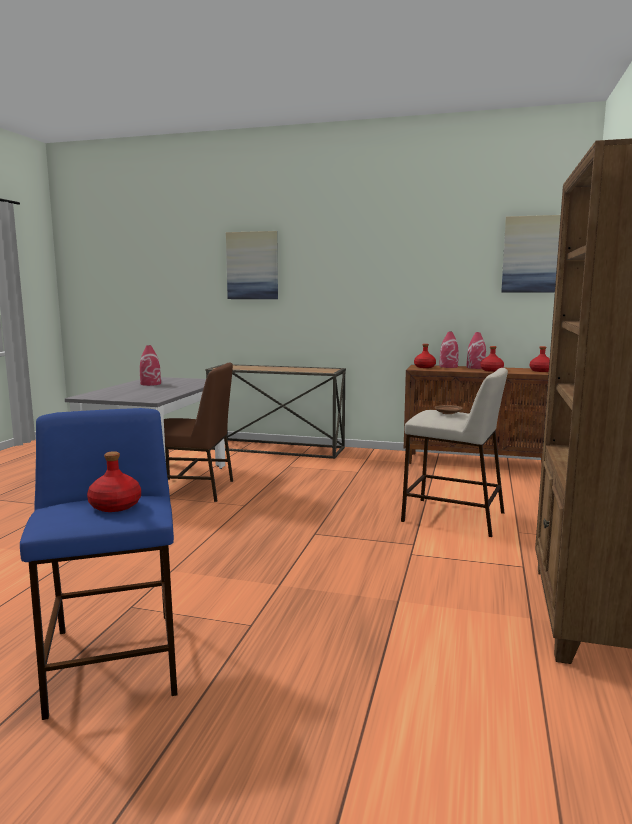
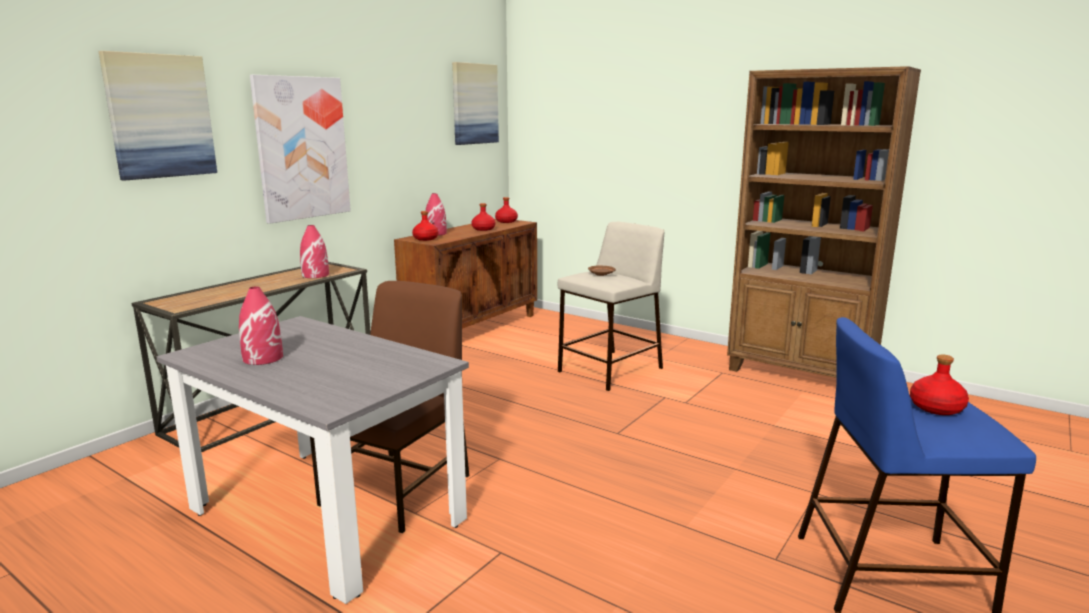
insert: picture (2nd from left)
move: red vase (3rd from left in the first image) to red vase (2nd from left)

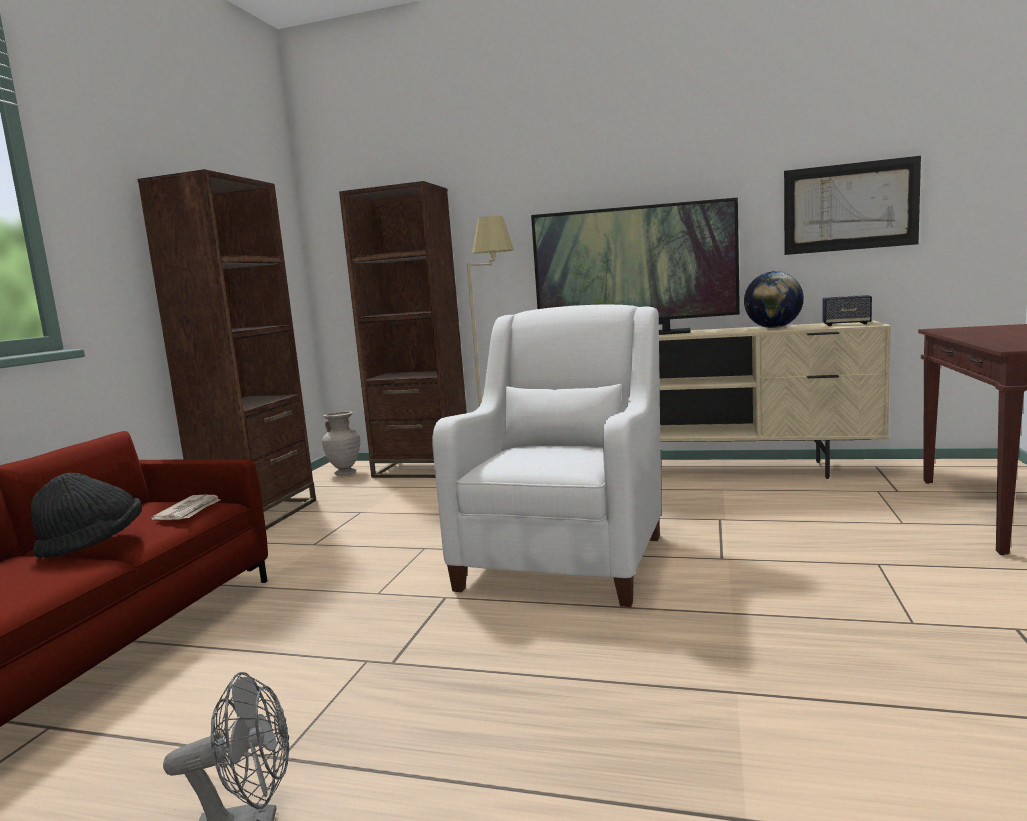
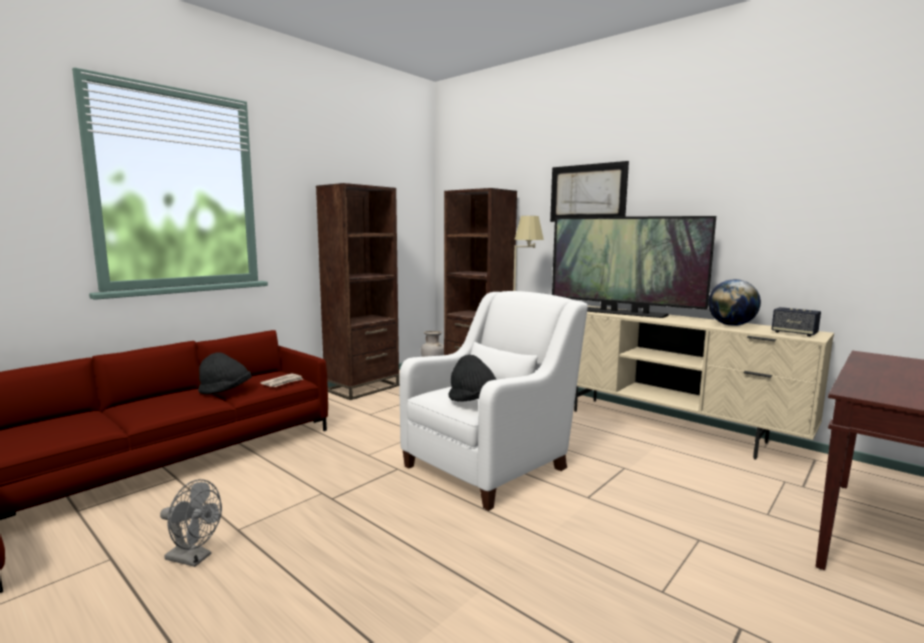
insert: black hat (2nd from left)
move: picture

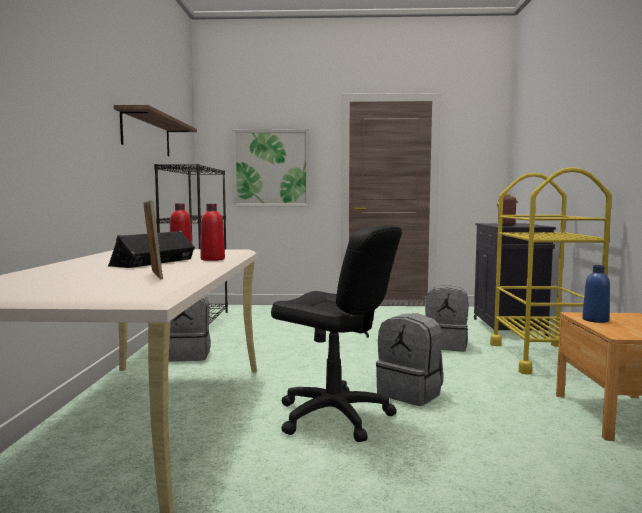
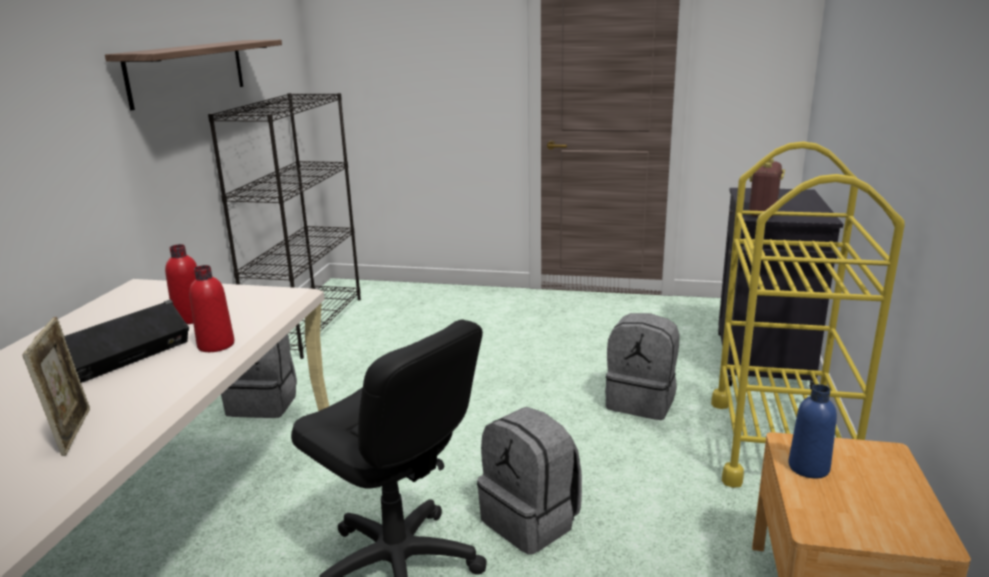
delete: picture

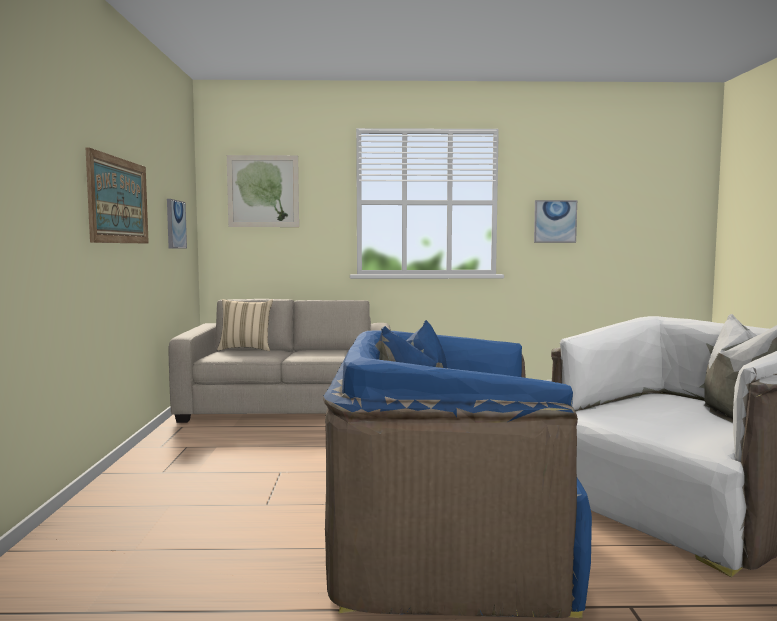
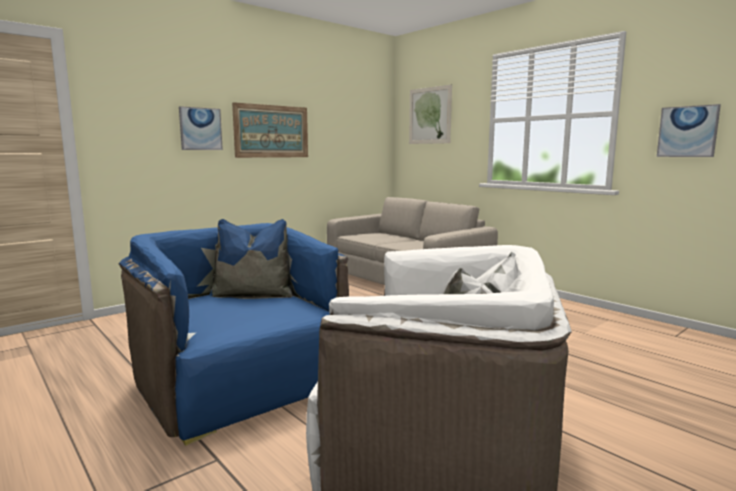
delete: beige pillow
move: picture (2nd from left in the first image) to picture (1st from left)

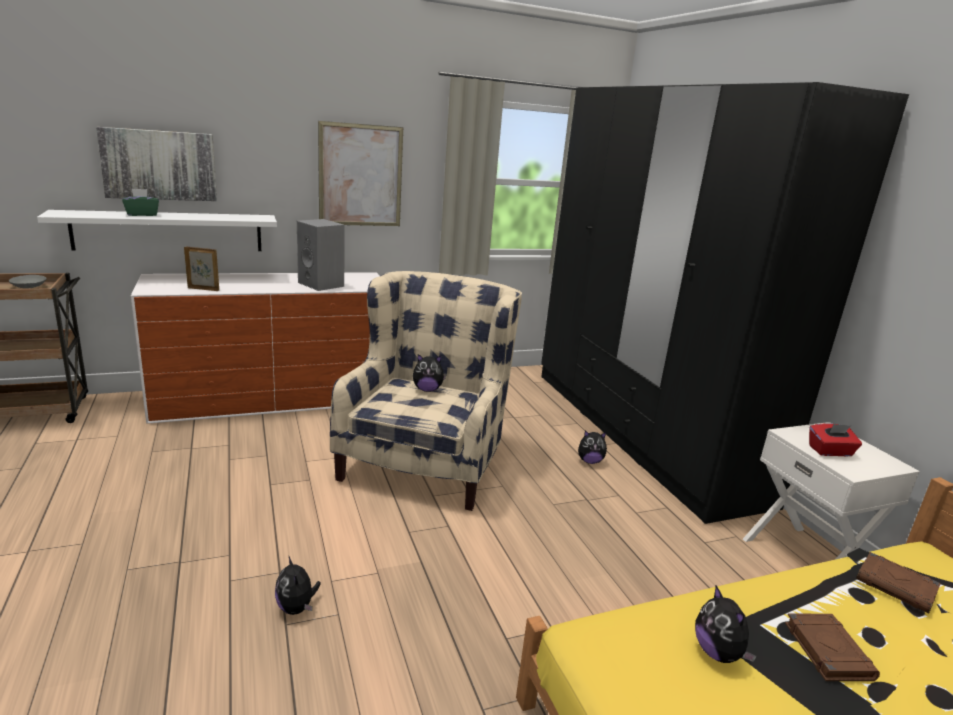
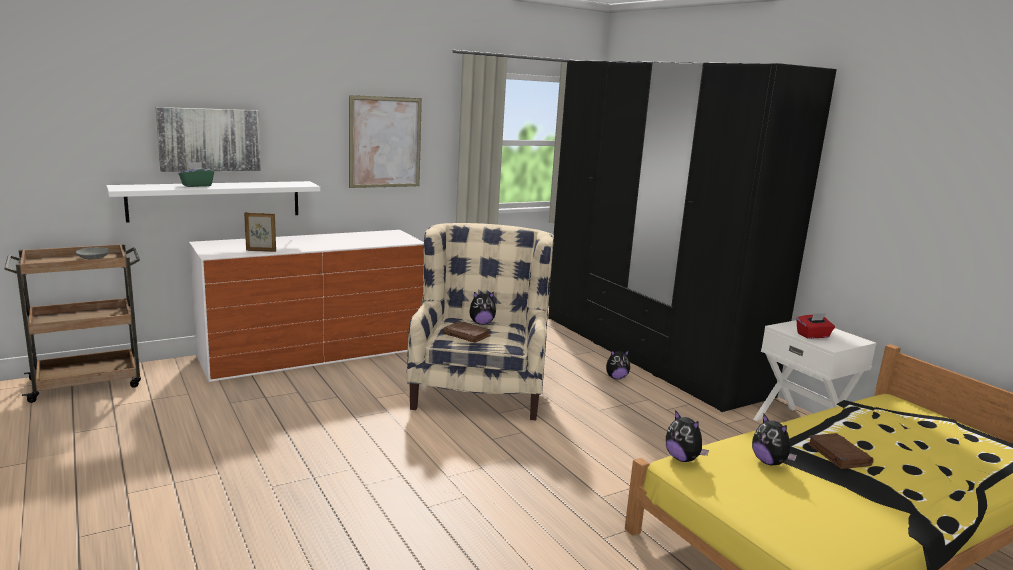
delete: grey speaker
move: plush toy (1st from left in the first image) to plush toy (3rd from left); brown book (2nd from left in the first image) to brown book (1st from left)

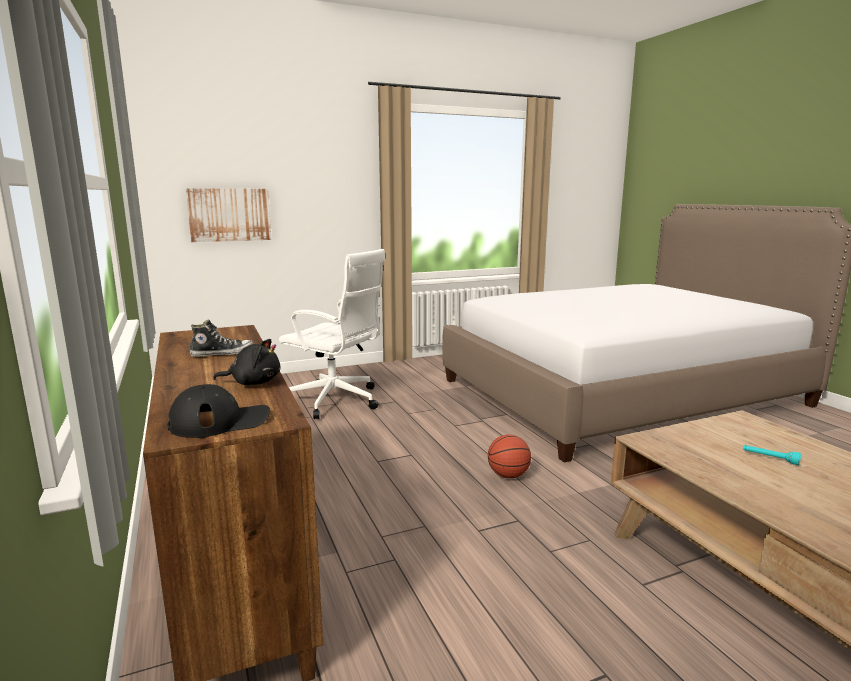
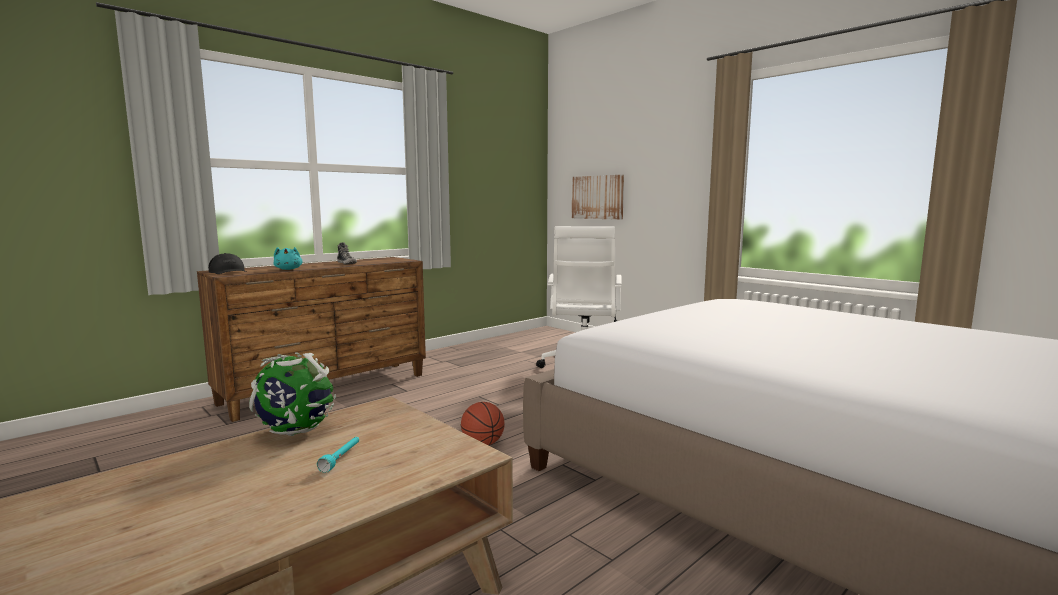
insert: globe
recolor: black plush toy to turquoise plush toy

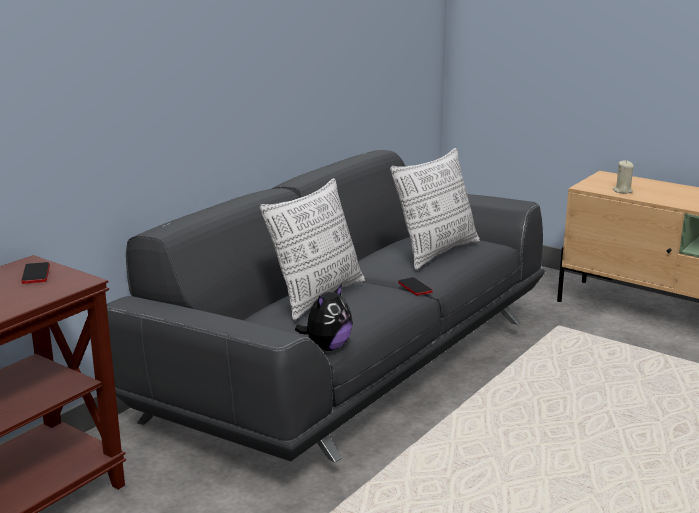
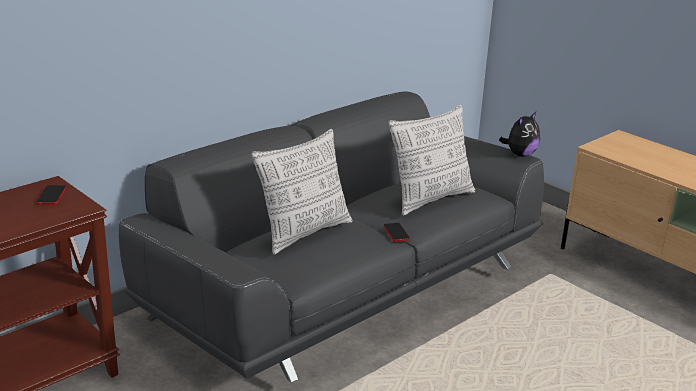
delete: beige candle
move: plush toy

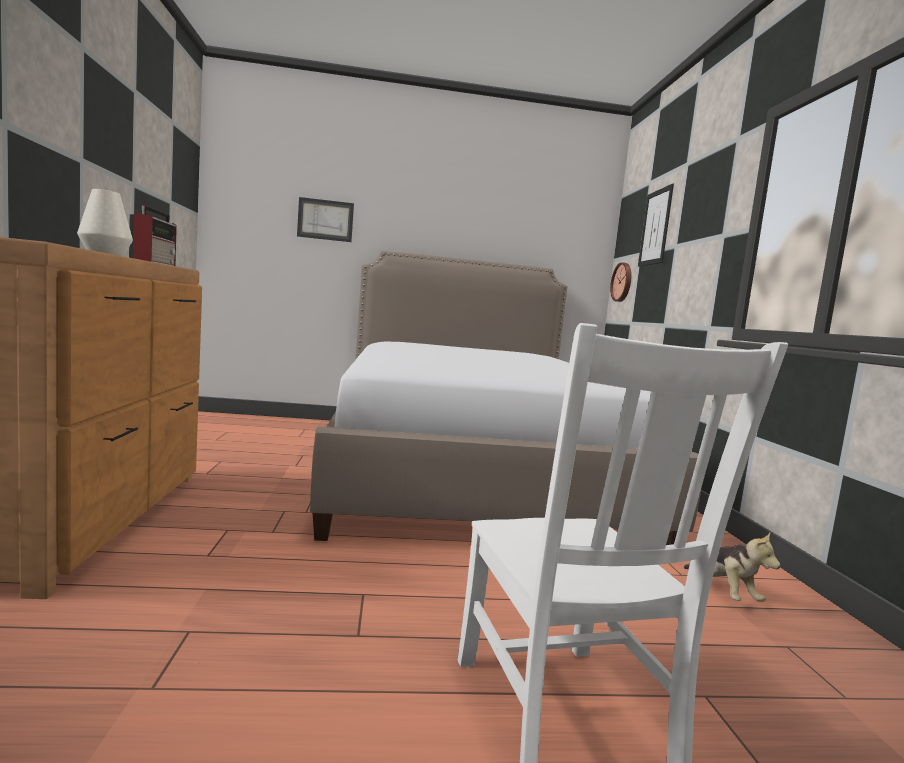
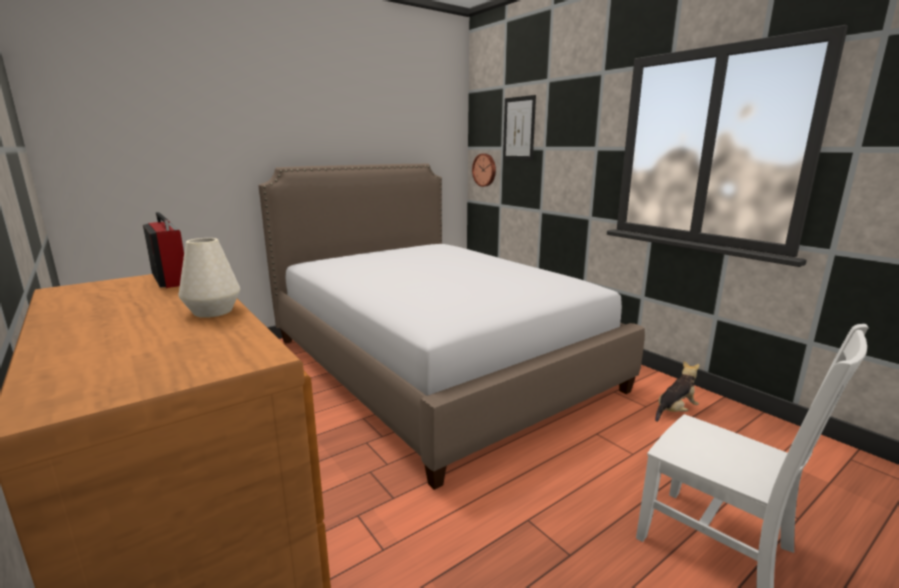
delete: picture (1st from left)
rotate: plush toy 75 degrees counterclockwise

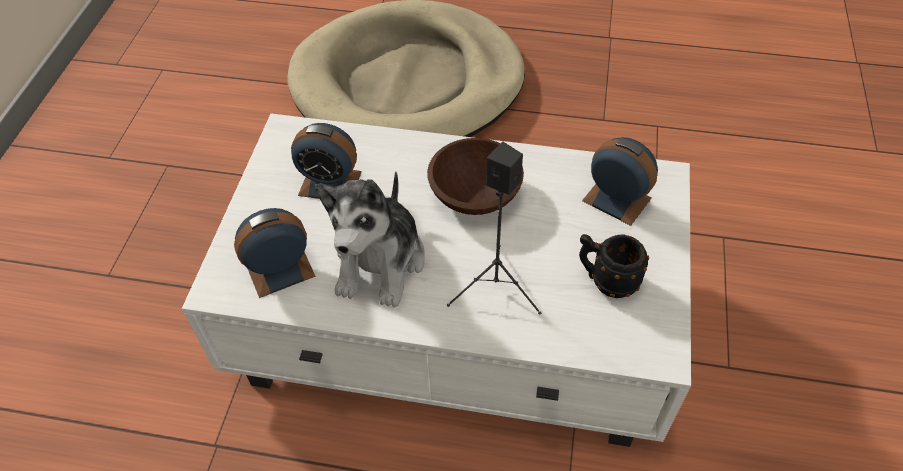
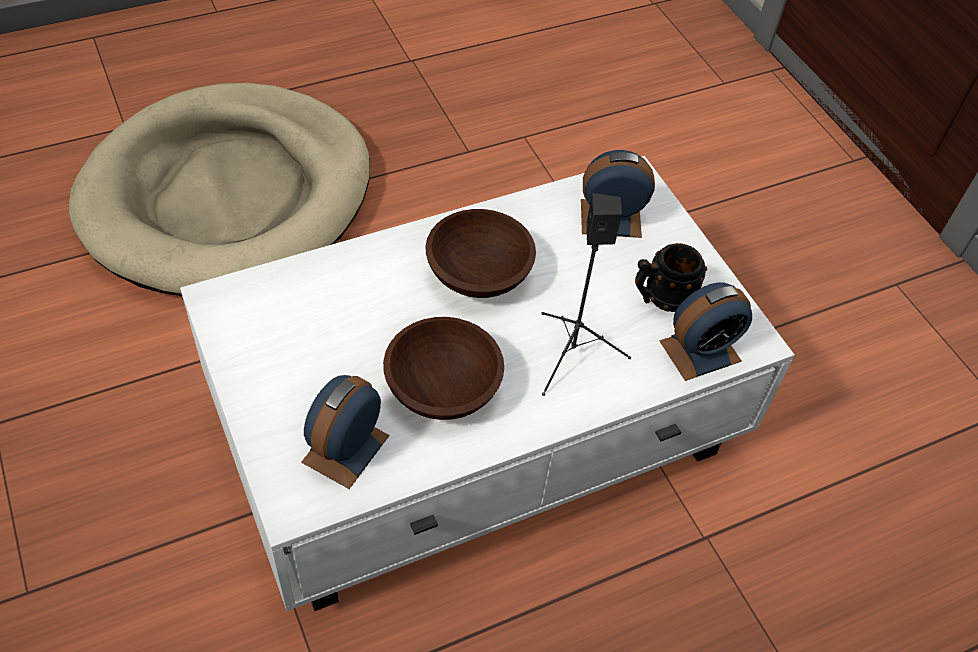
move: alarm clock (2nd from left in the first image) to alarm clock (3rd from left)
replace: plush toy to brown bowl (1st from left)

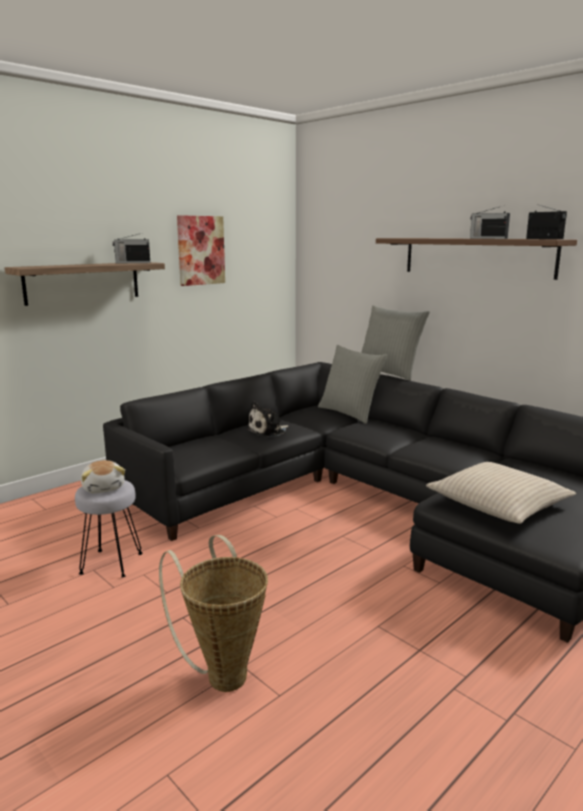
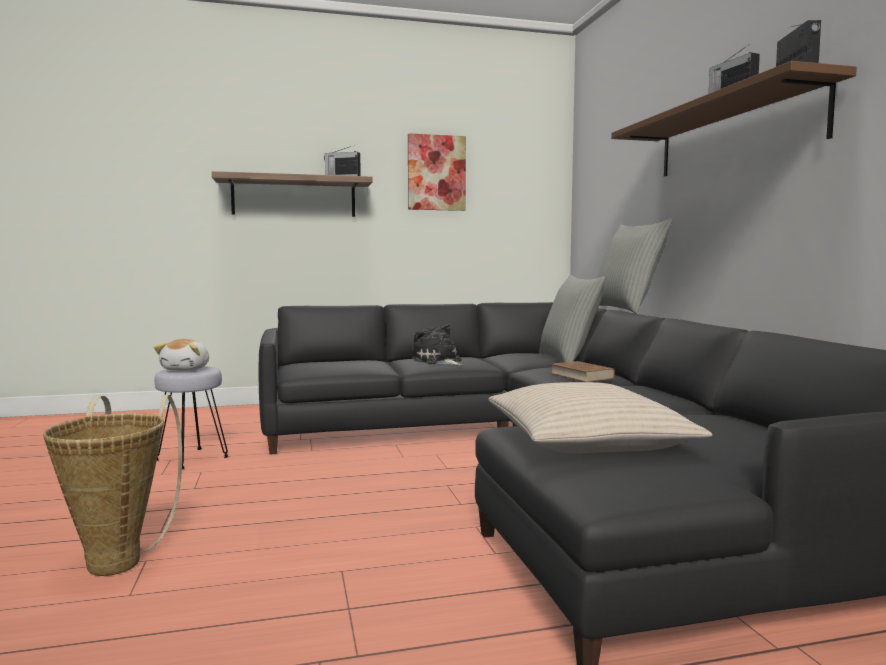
insert: brown book
rotate: plush toy (2nd from left) 60 degrees clockwise

